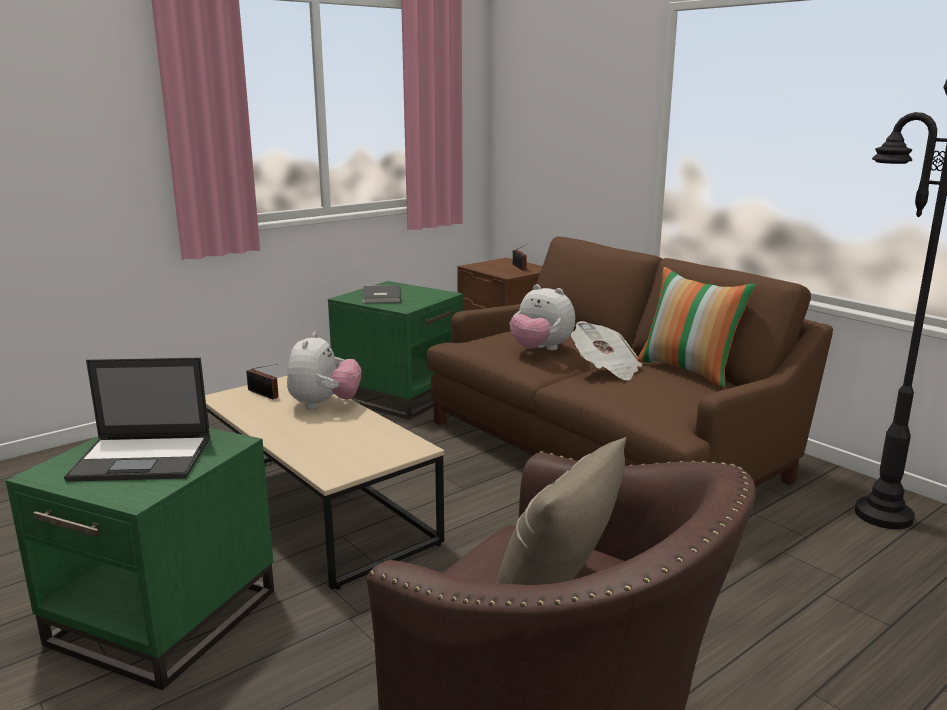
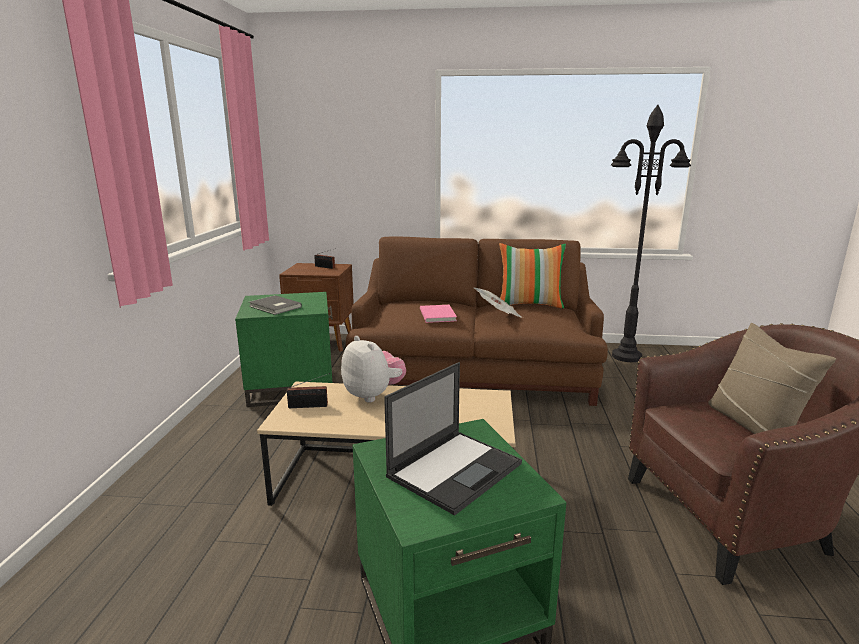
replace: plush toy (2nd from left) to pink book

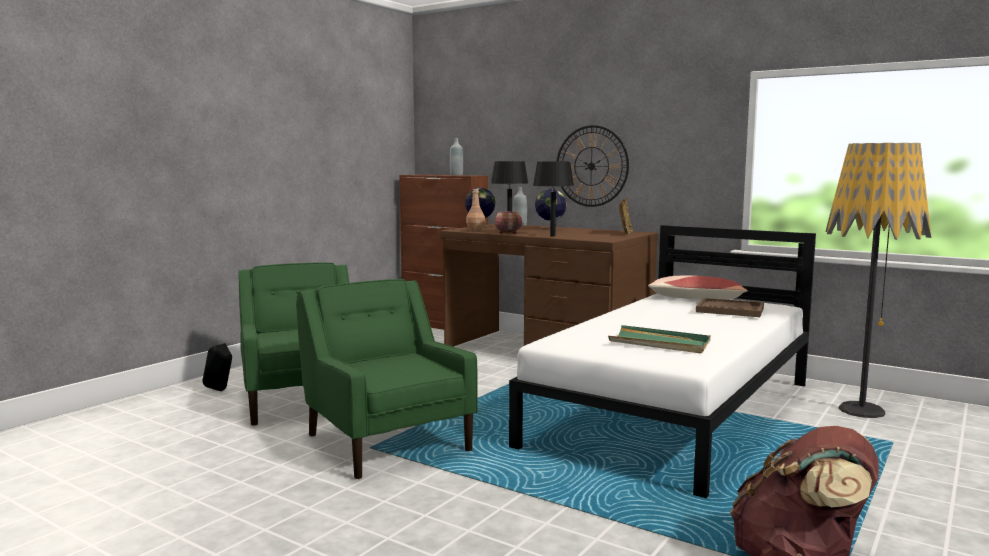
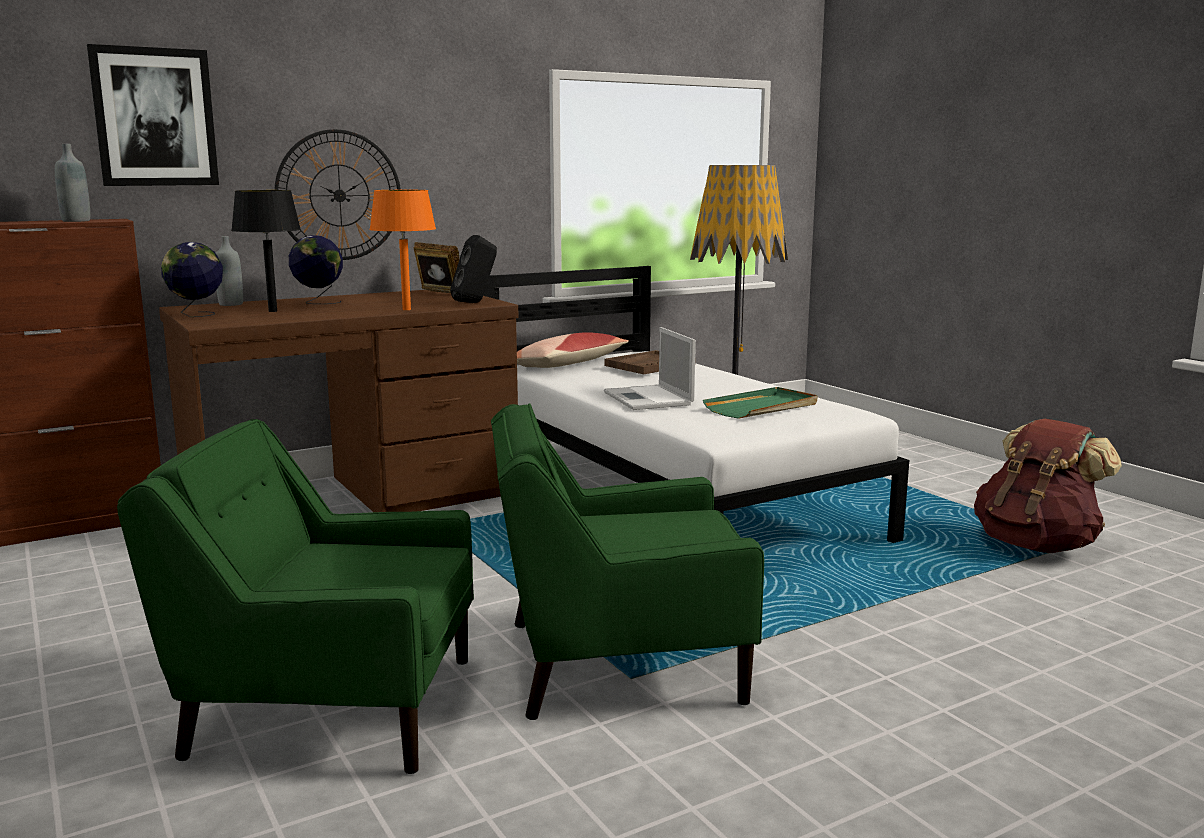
delete: brown bottle; bowl
insert: picture; laptop
move: black speaker
recolor: black table lamp (2nd from left) to orange table lamp

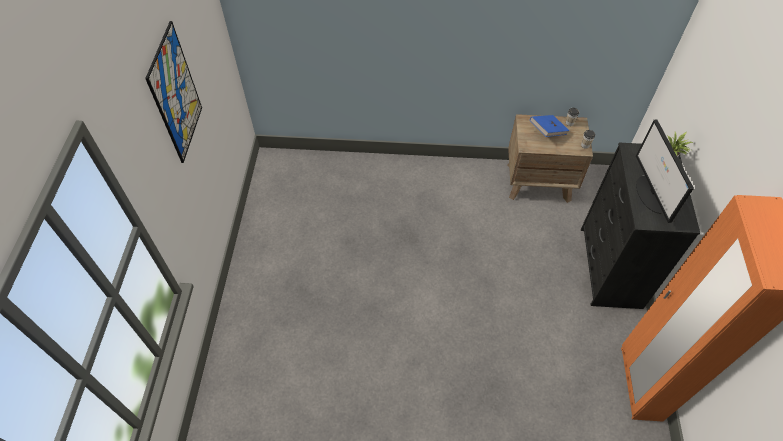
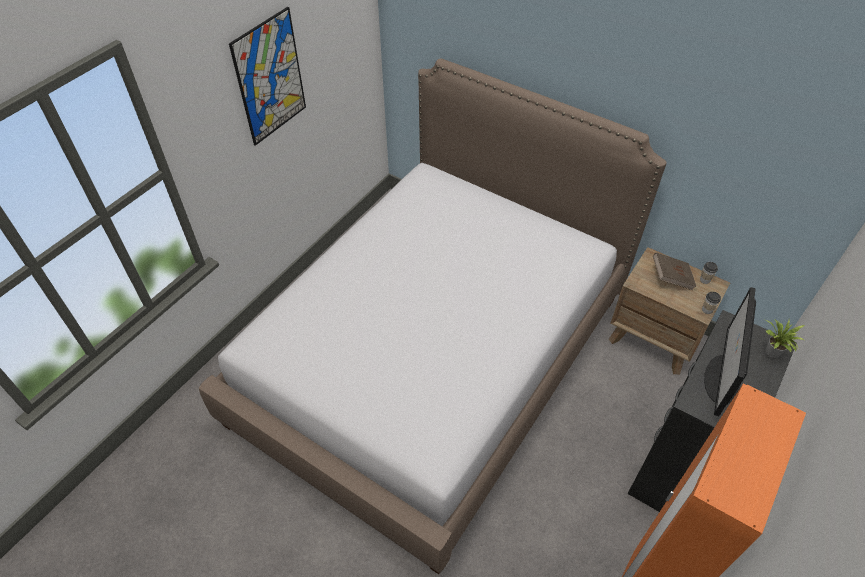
insert: bed
recolor: blue book to brown book

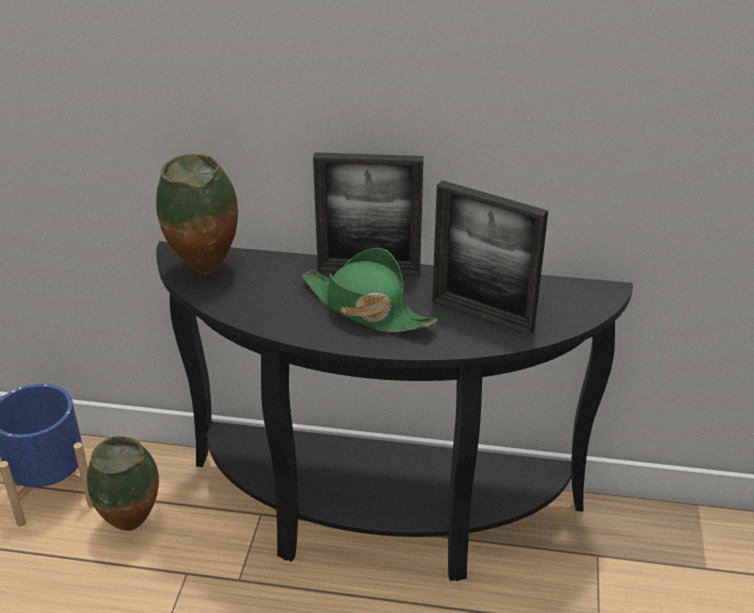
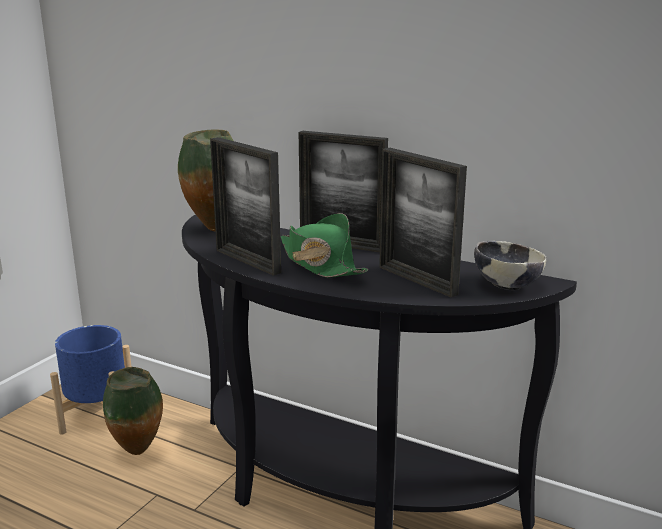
insert: picture frame (1st from left); bowl

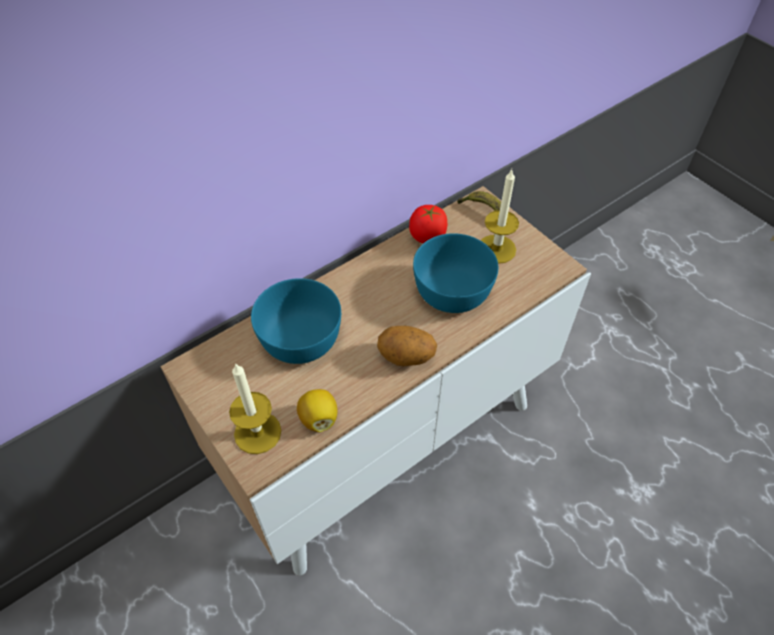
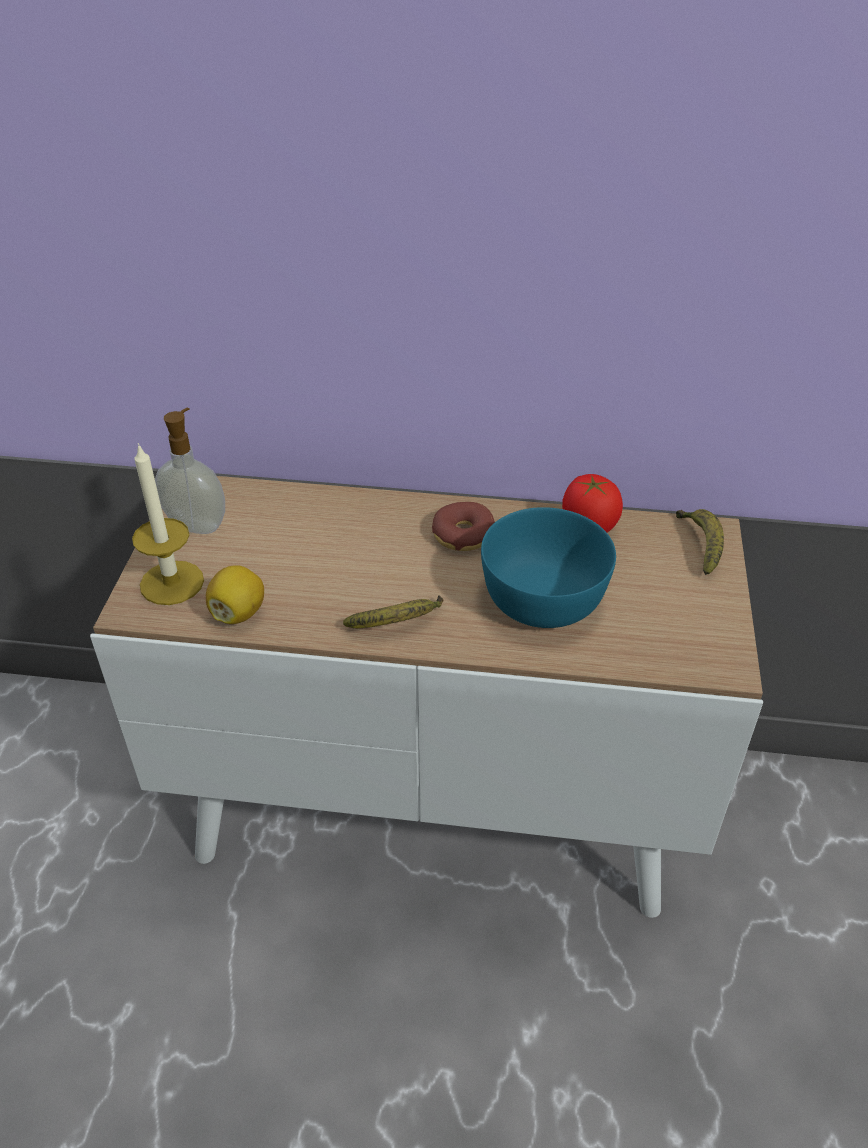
delete: turquoise bowl (1st from left); candle (2nd from left)
insert: soap dispenser; donut
replace: potato to banana (1st from left)

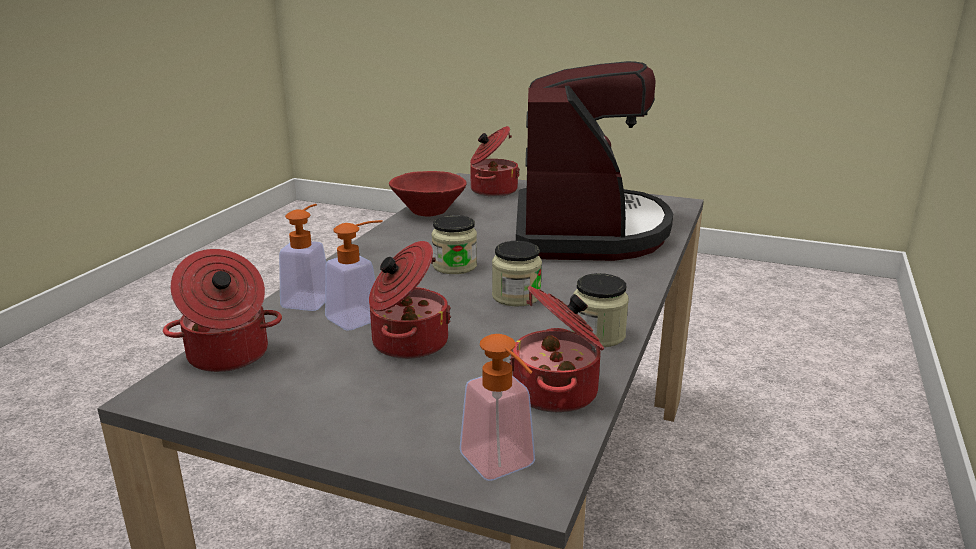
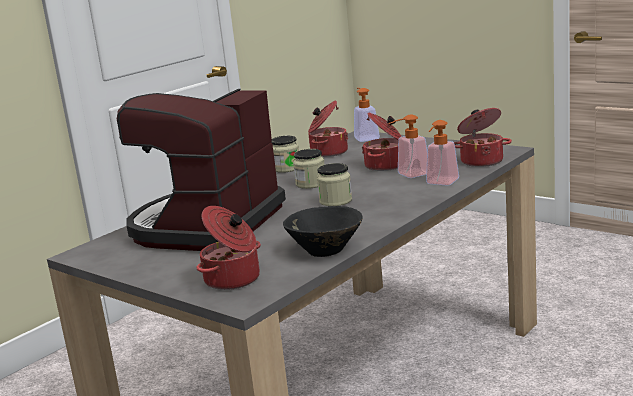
recolor: red bowl to black bowl

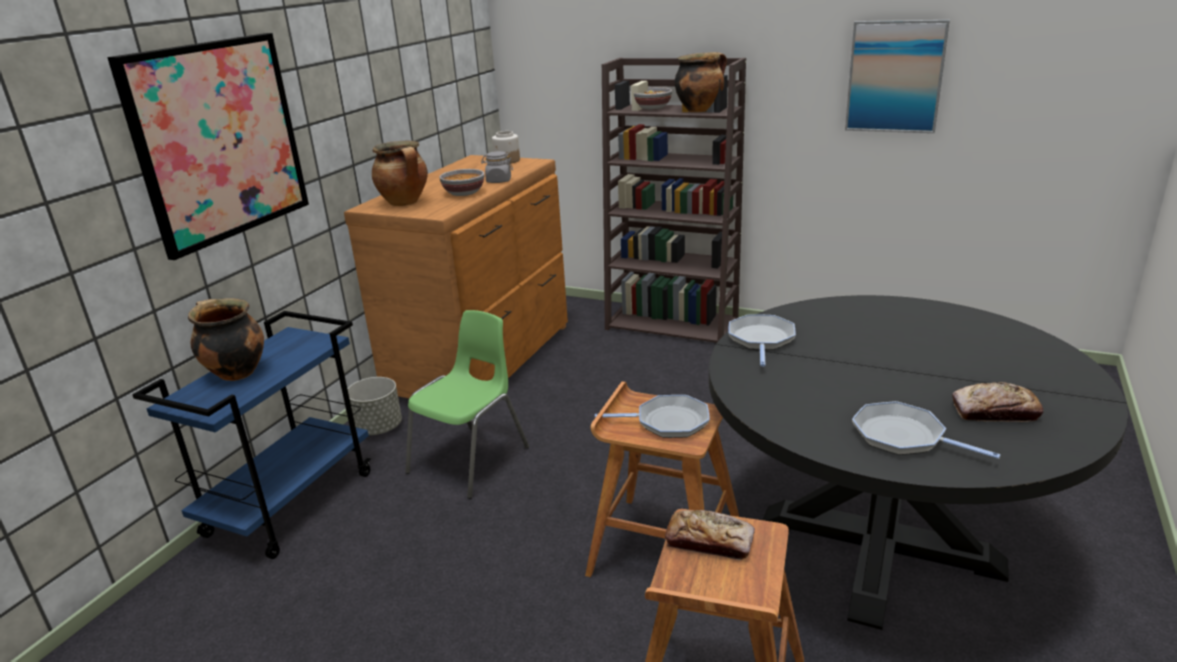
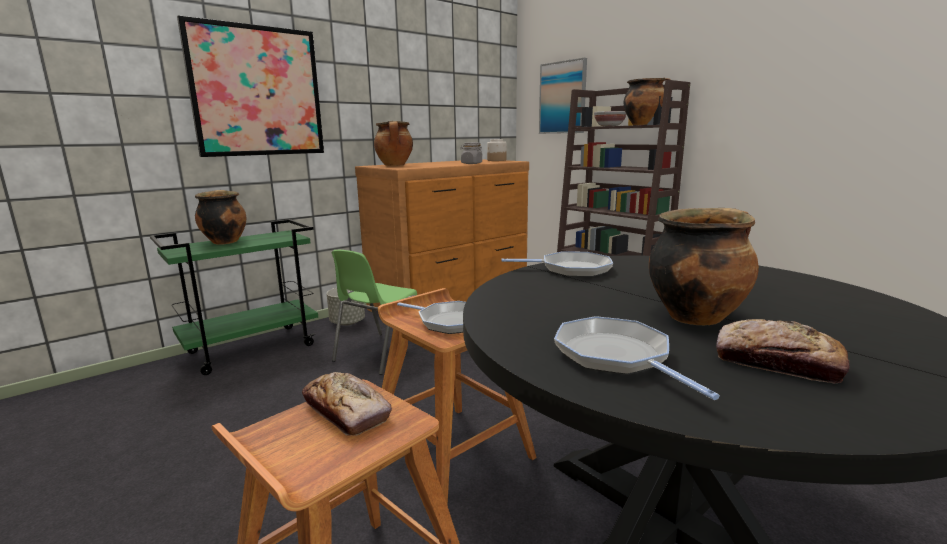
delete: bowl (1st from left)
insert: cooking pot (4th from left)
move: picture (2nd from left)
recolor: blue cart to green cart
rotate: green chair 150 degrees clockwise; frying pan (2nd from left) 60 degrees clockwise

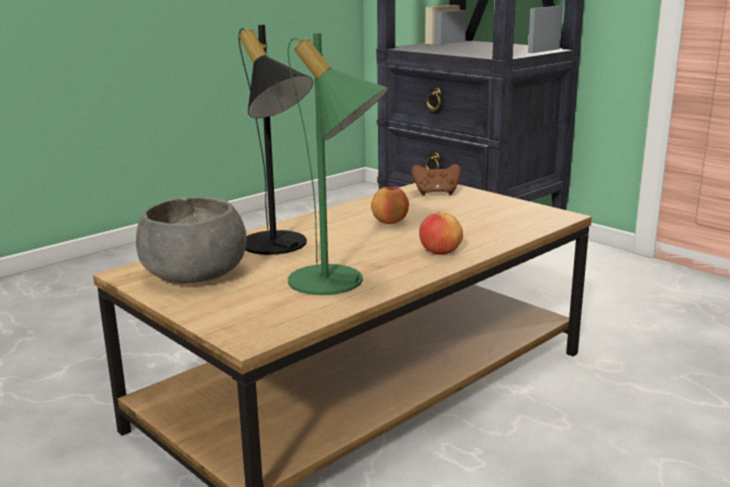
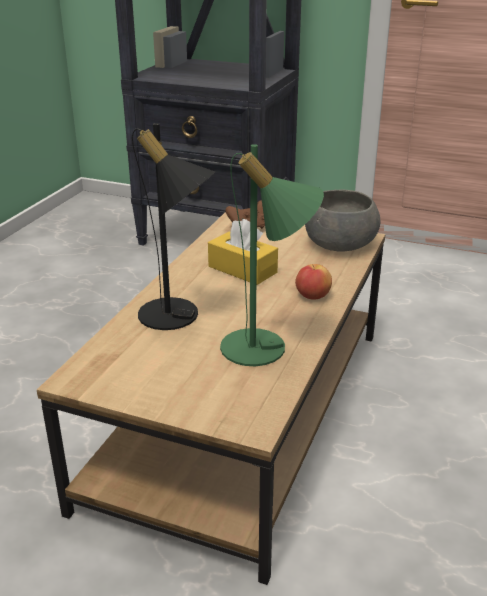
move: grey bowl
replace: apple (1st from left) to yellow tissue box

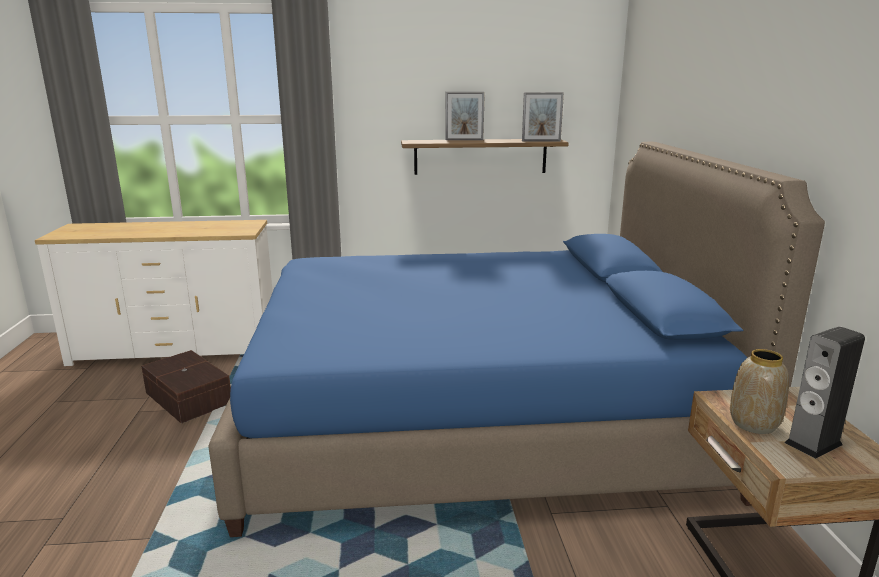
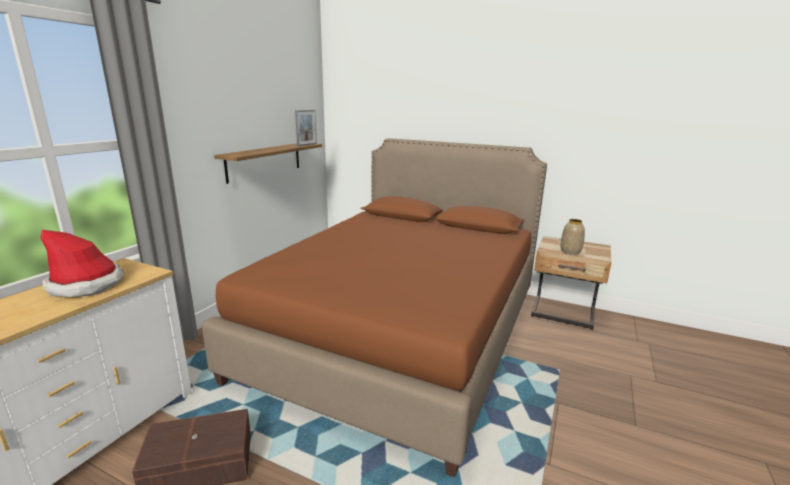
delete: picture frame (1st from left); speaker
insert: hat
recolor: blue bed to brown bed

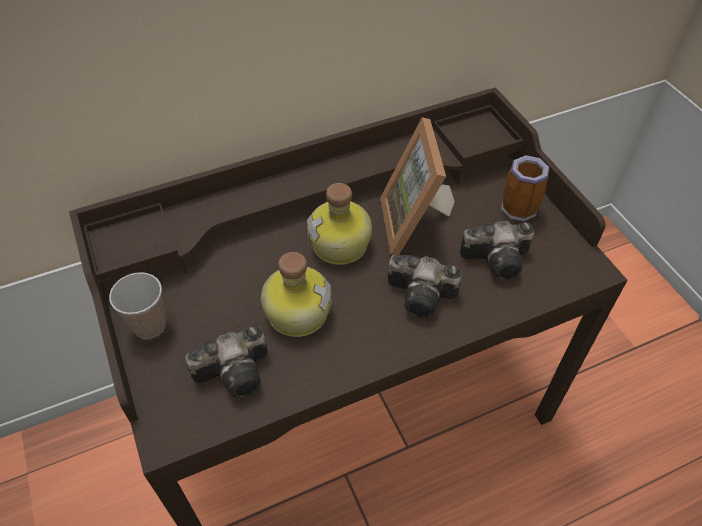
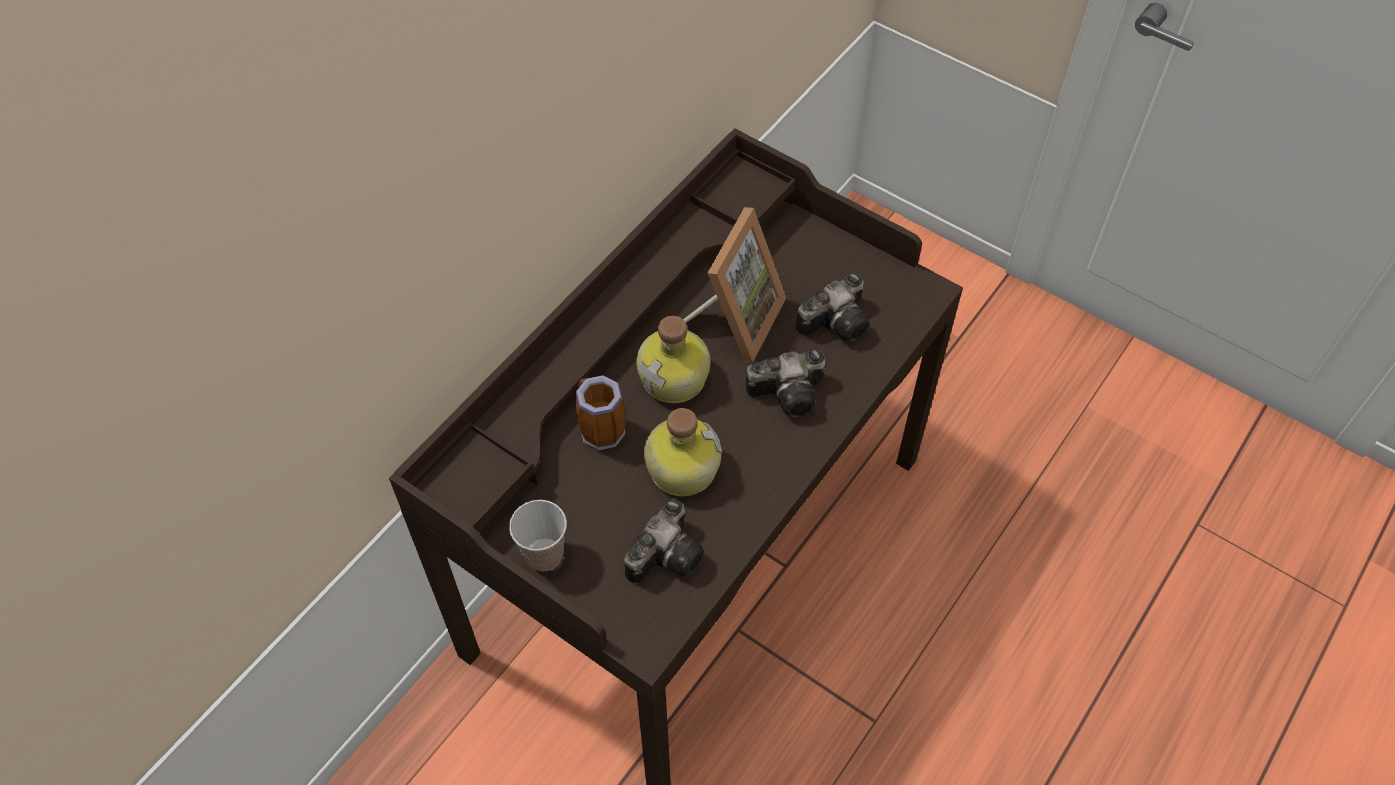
move: mug
rotate: picture frame 120 degrees counterclockwise

